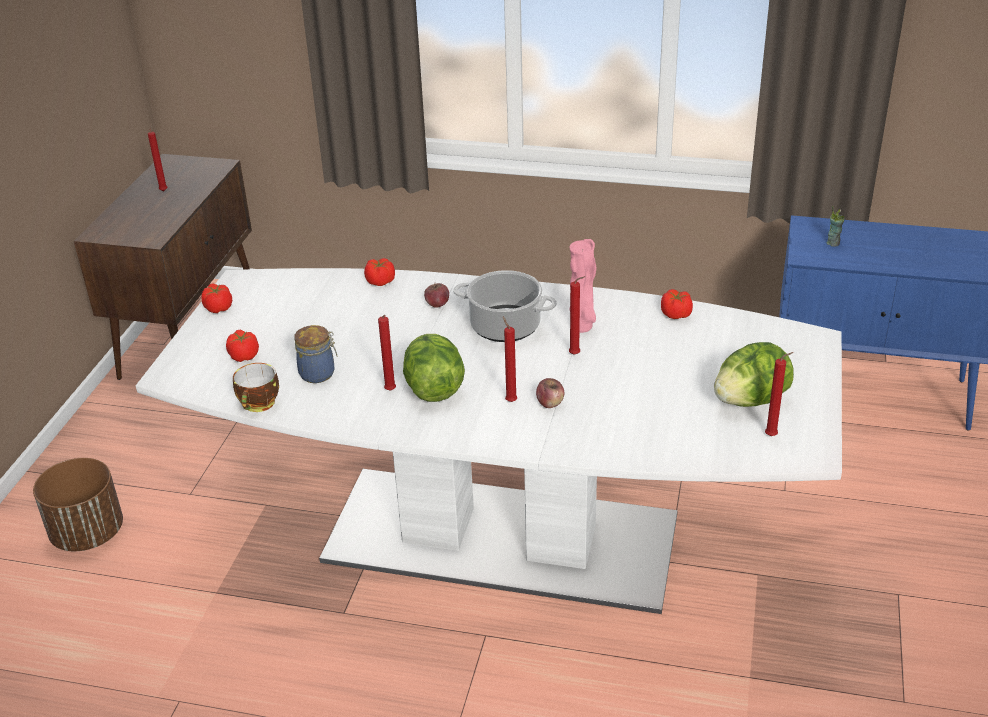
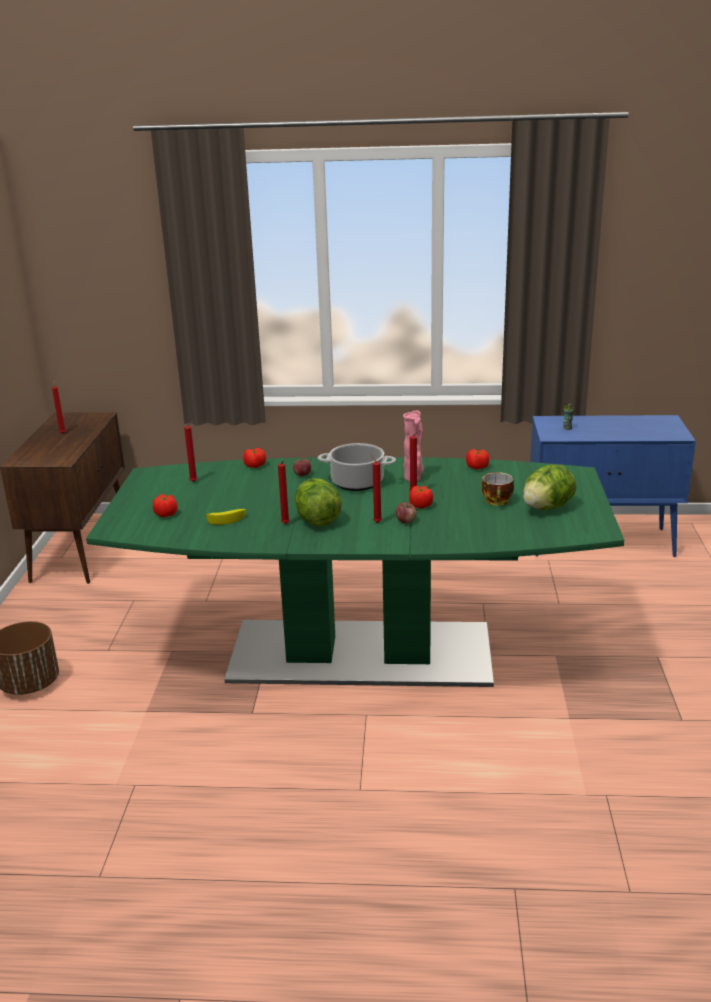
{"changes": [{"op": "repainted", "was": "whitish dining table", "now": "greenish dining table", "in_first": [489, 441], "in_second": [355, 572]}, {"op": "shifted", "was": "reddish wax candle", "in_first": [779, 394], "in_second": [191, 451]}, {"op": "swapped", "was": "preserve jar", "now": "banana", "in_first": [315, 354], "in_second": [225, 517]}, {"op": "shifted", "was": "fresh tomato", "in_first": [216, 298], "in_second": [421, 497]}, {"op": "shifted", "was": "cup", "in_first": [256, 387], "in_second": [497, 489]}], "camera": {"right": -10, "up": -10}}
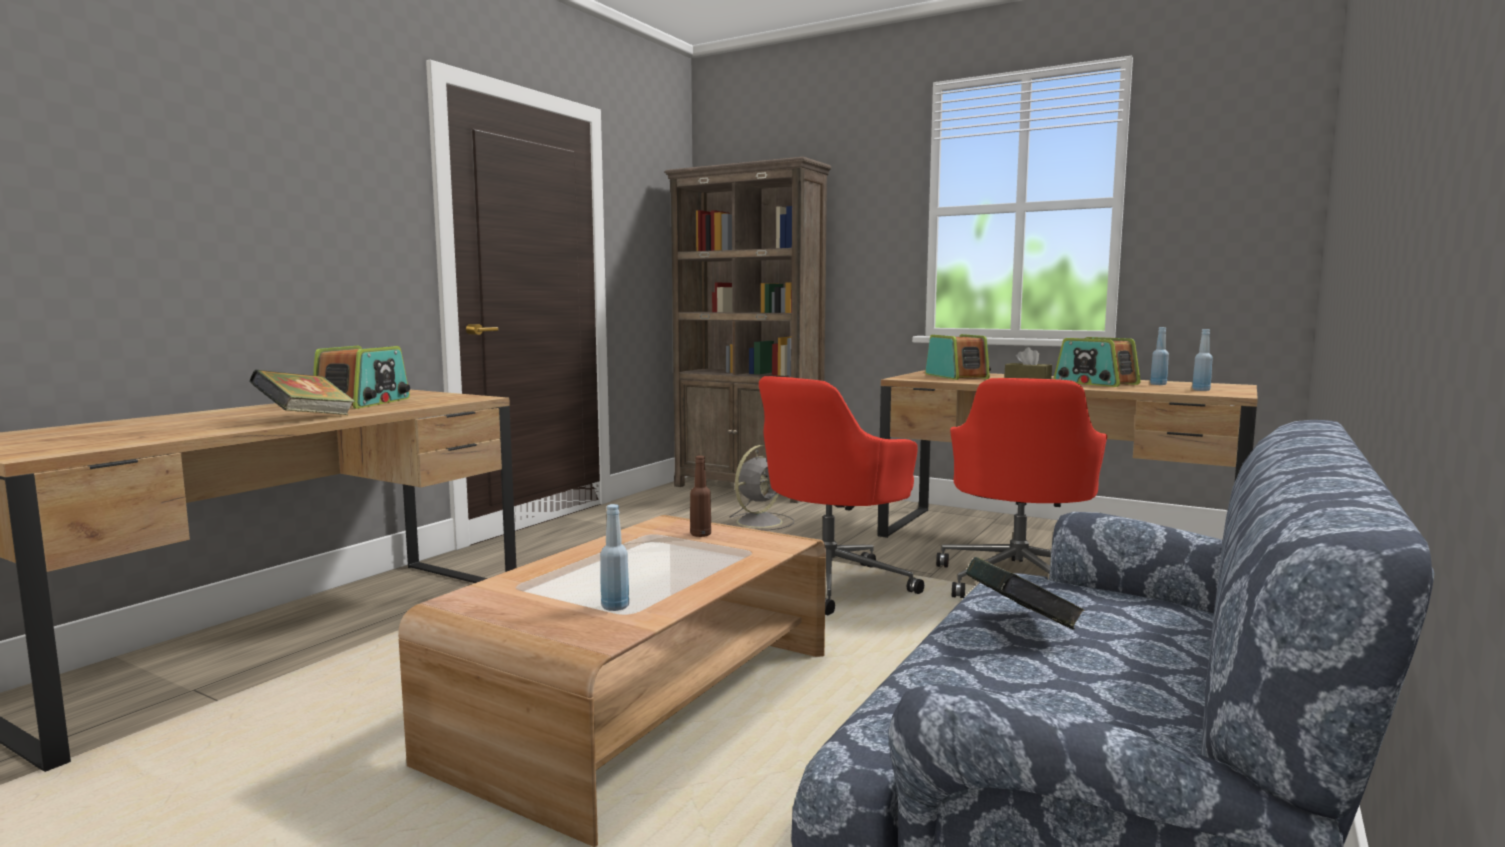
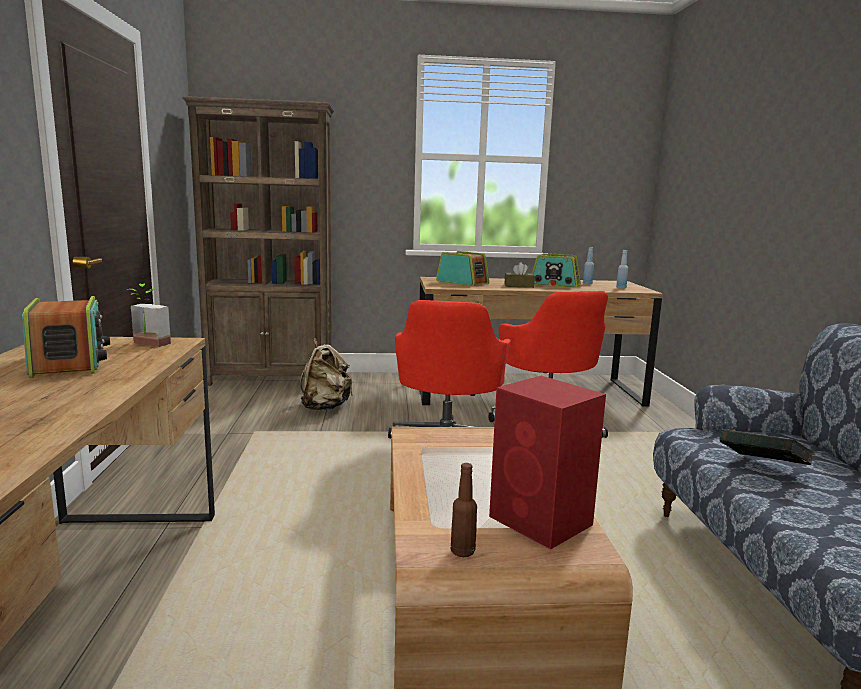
{"changes": [{"op": "new", "now": "houseplant", "in_second": [149, 315]}, {"op": "swapped", "was": "gray fan", "now": "beige rucksack", "in_first": [760, 487], "in_second": [326, 374]}, {"op": "shifted", "was": "brown bottle", "in_first": [700, 496], "in_second": [464, 510]}, {"op": "swapped", "was": "blue bottle", "now": "reddish speaker", "in_first": [614, 557], "in_second": [547, 462]}, {"op": "gone", "was": "book", "in_first": [302, 392]}], "camera": {"right": -35, "up": 5}}
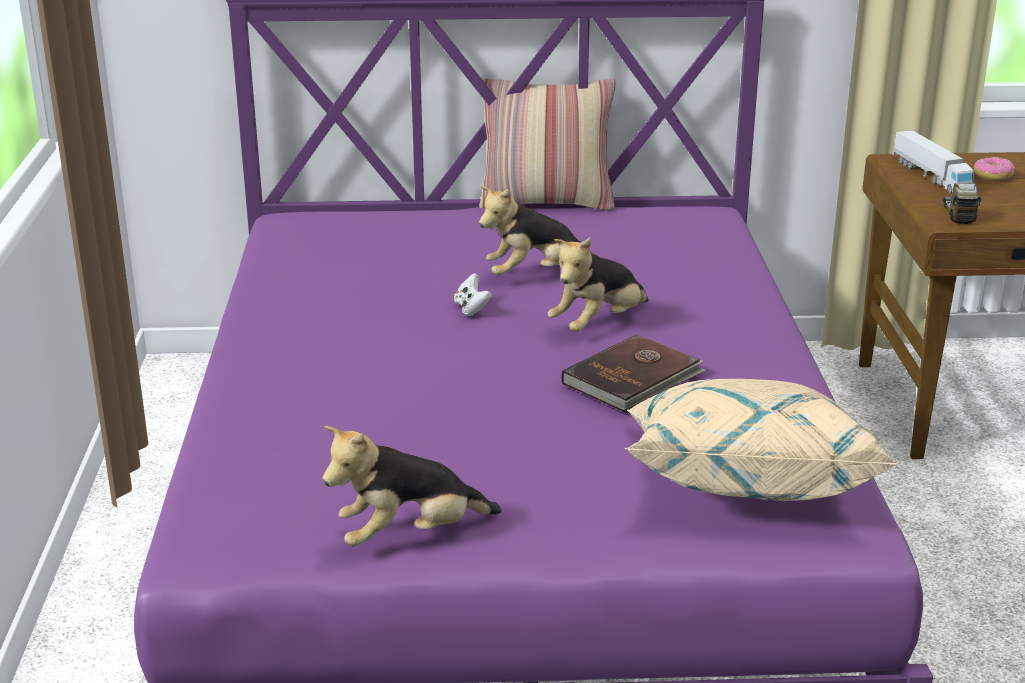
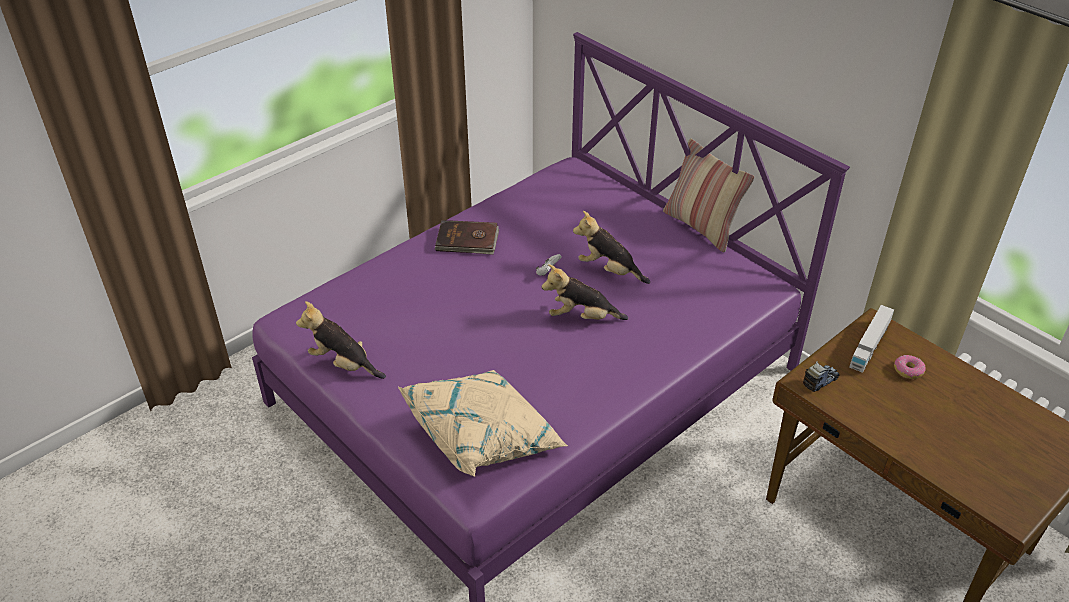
{"changes": [{"op": "shifted", "was": "brown book", "in_first": [633, 373], "in_second": [466, 237]}], "camera": {"right": 50, "up": 15}}
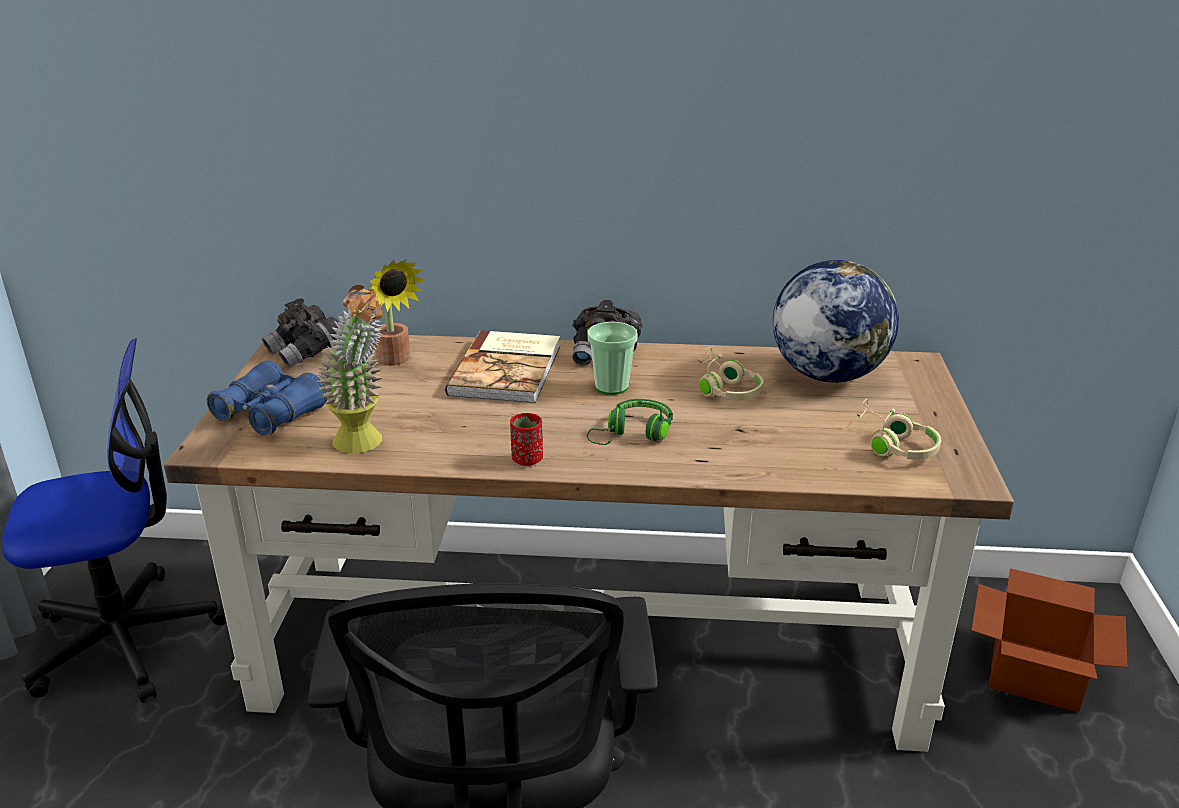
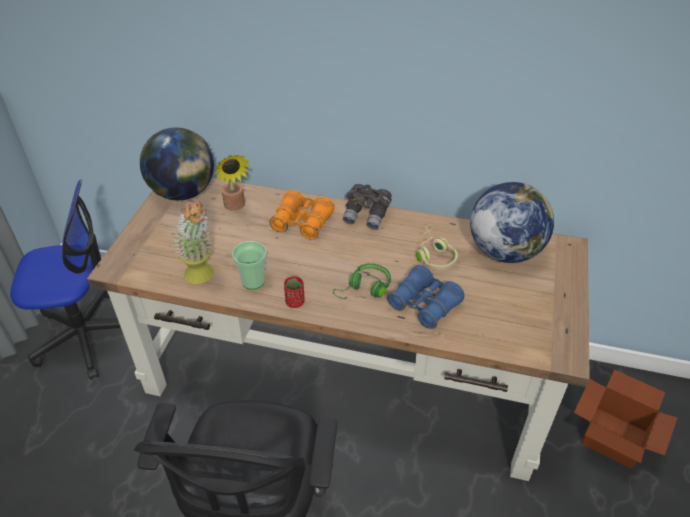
{"changes": [{"op": "swapped", "was": "gray pair of binoculars", "now": "globe", "in_first": [301, 333], "in_second": [177, 163]}, {"op": "shifted", "was": "cup", "in_first": [612, 358], "in_second": [249, 265]}, {"op": "swapped", "was": "book", "now": "orange pair of binoculars", "in_first": [502, 367], "in_second": [301, 215]}, {"op": "shifted", "was": "blue pair of binoculars", "in_first": [267, 398], "in_second": [426, 297]}, {"op": "gone", "was": "beige headphones", "in_first": [899, 429]}], "camera": {"right": 10, "up": 15}}
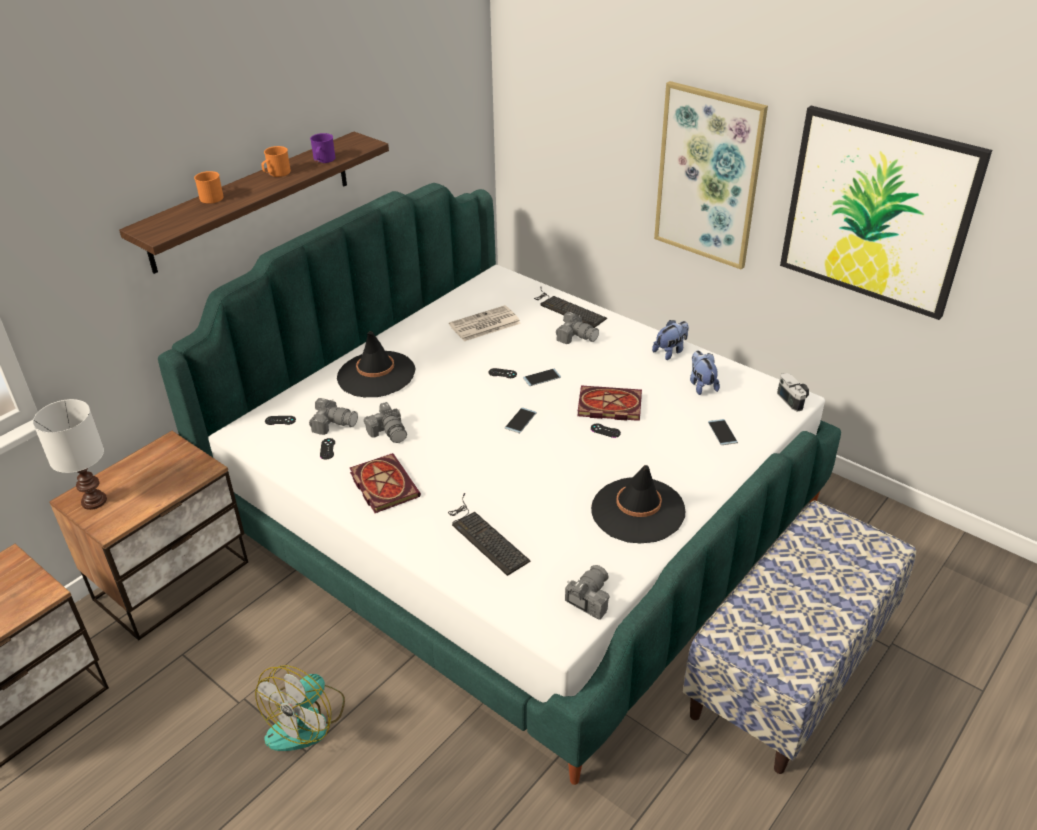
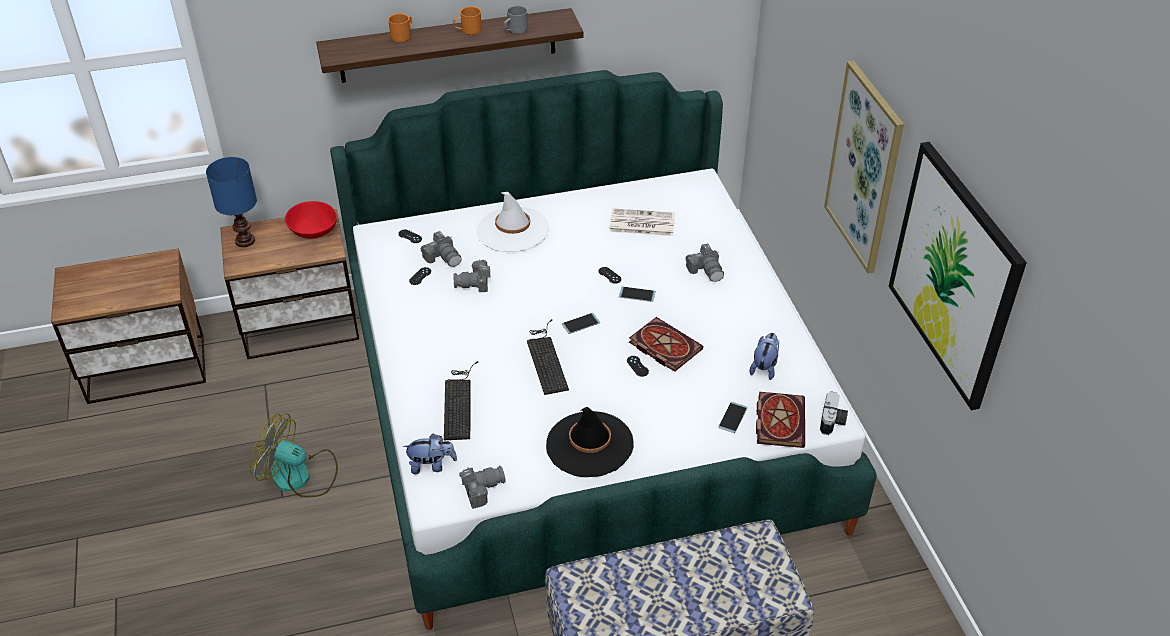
{"changes": [{"op": "repainted", "was": "whitish tabletop lamp", "now": "blue tabletop lamp", "in_first": [70, 454], "in_second": [231, 202]}, {"op": "rotated", "was": "fan", "in_first": [300, 708], "in_second": [294, 455], "clockwise": 45}, {"op": "new", "now": "reddish bowl", "in_second": [311, 220]}, {"op": "shifted", "was": "soft toy", "in_first": [670, 340], "in_second": [430, 453]}, {"op": "rotated", "was": "photo camera", "in_first": [385, 422], "in_second": [471, 275], "clockwise": 75}, {"op": "repainted", "was": "black wearable hat", "now": "whitish wearable hat", "in_first": [376, 364], "in_second": [512, 222]}, {"op": "repainted", "was": "purplish tea mug", "now": "gray tea mug", "in_first": [322, 148], "in_second": [516, 19]}, {"op": "shifted", "was": "keyboard", "in_first": [570, 307], "in_second": [548, 357]}, {"op": "shifted", "was": "book", "in_first": [385, 483], "in_second": [780, 420]}], "camera": {"right": 35, "up": 5}}
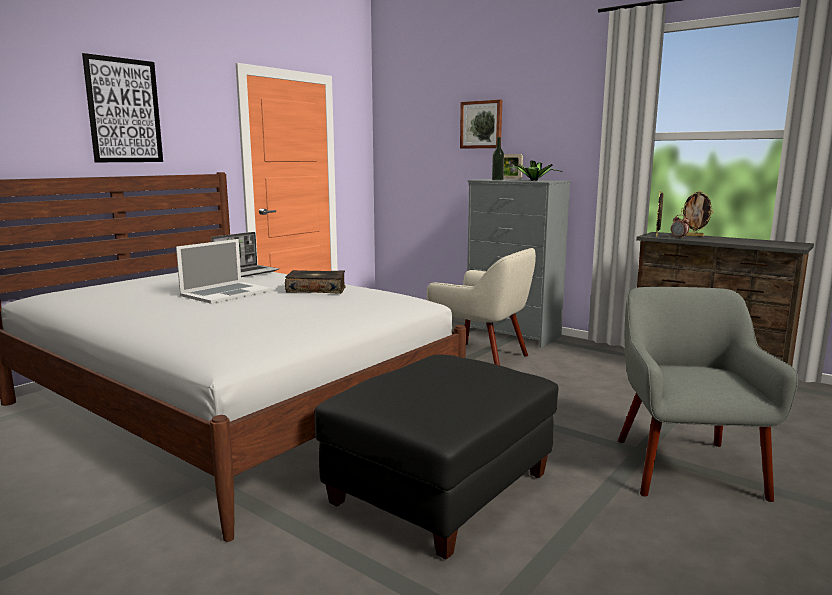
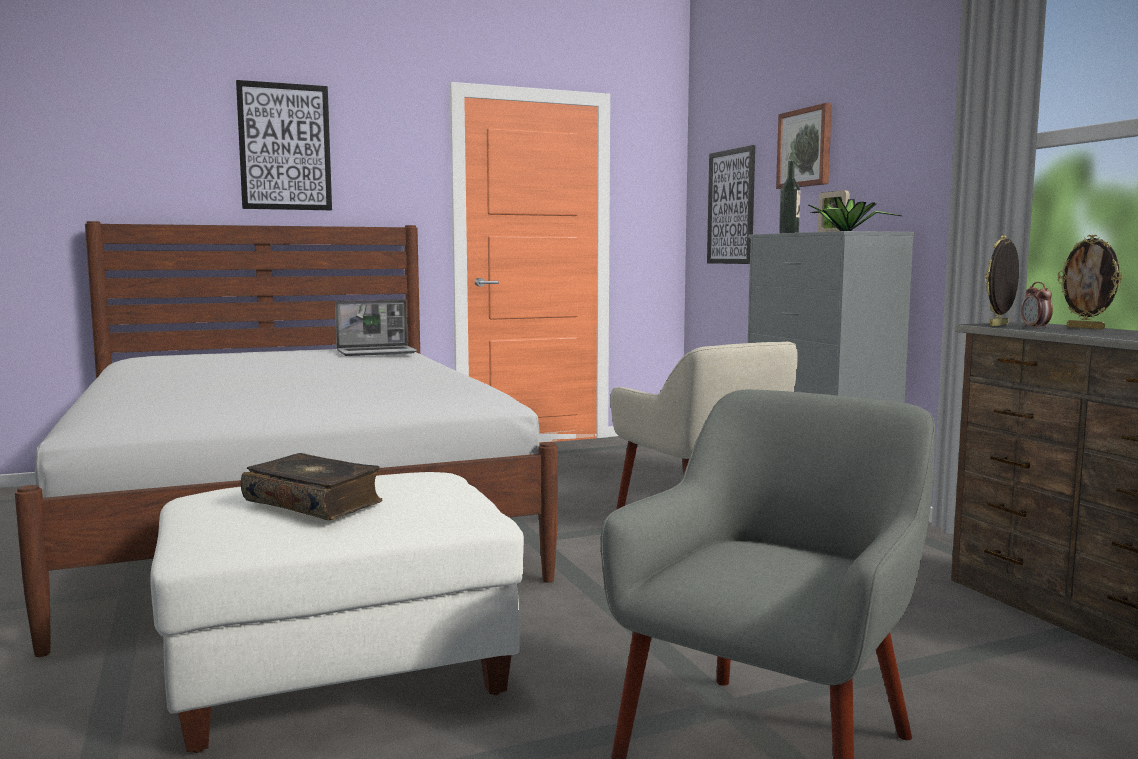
{"changes": [{"op": "repainted", "was": "black pouffe", "now": "whitish pouffe", "in_first": [437, 457], "in_second": [337, 612]}, {"op": "shifted", "was": "book", "in_first": [315, 282], "in_second": [312, 486]}, {"op": "new", "now": "wall picture", "in_second": [731, 204]}, {"op": "gone", "was": "notebook computer", "in_first": [224, 271]}], "camera": {"right": 30, "up": -5}}
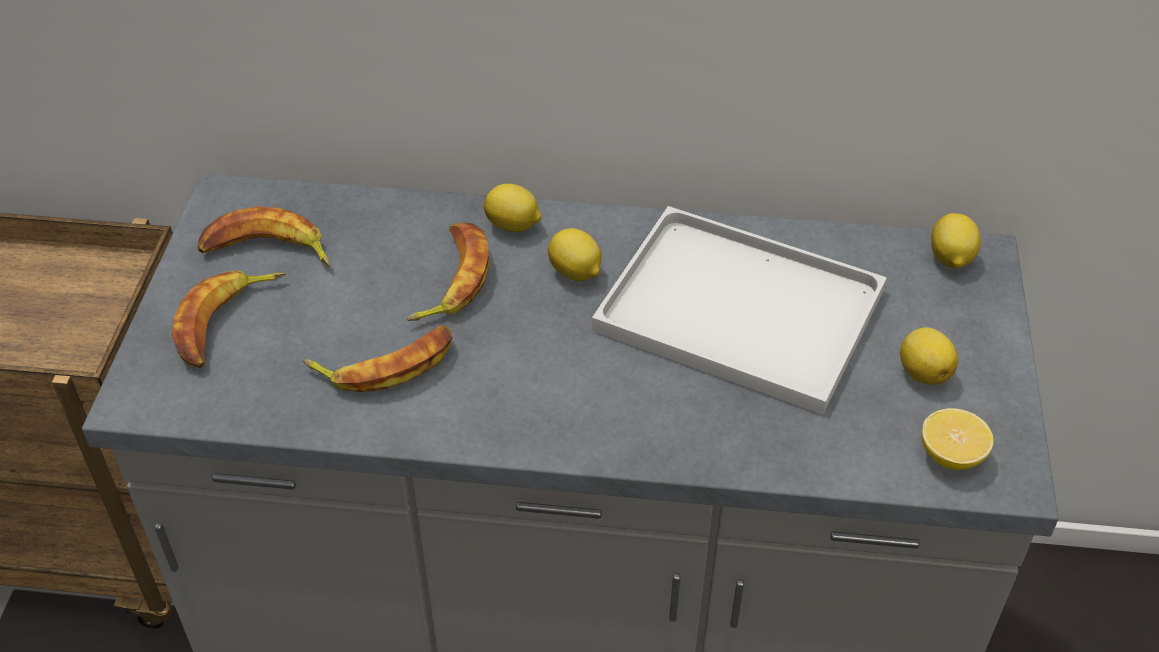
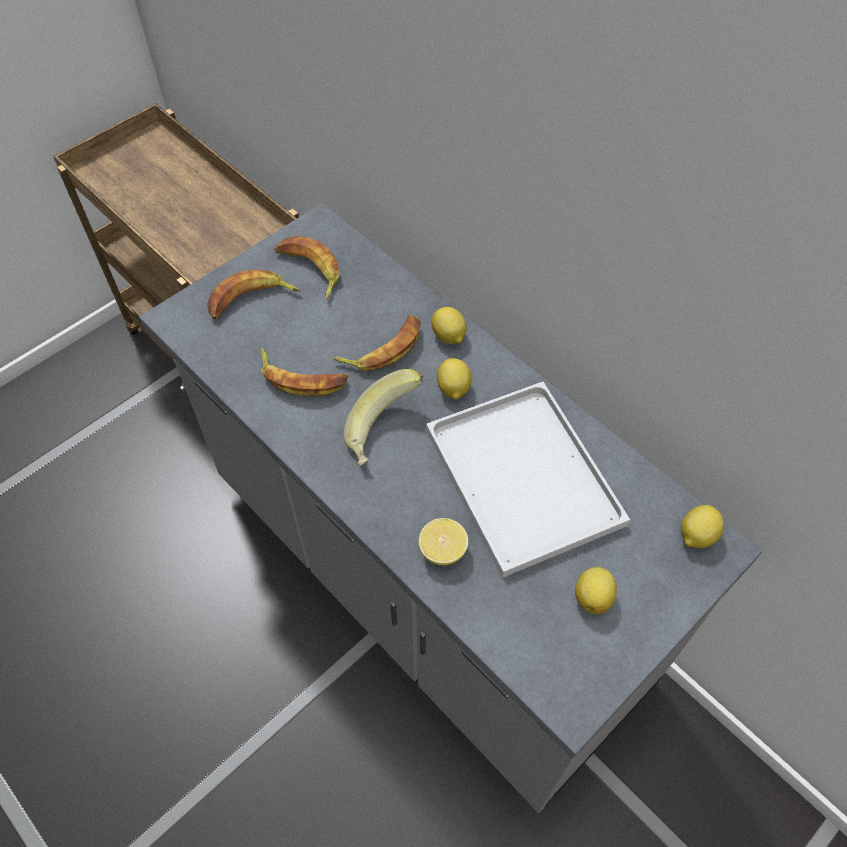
{"changes": [{"op": "new", "now": "banana", "in_second": [383, 417]}, {"op": "shifted", "was": "citrus fruit", "in_first": [957, 439], "in_second": [443, 541]}], "camera": {"right": 40, "up": 10}}
